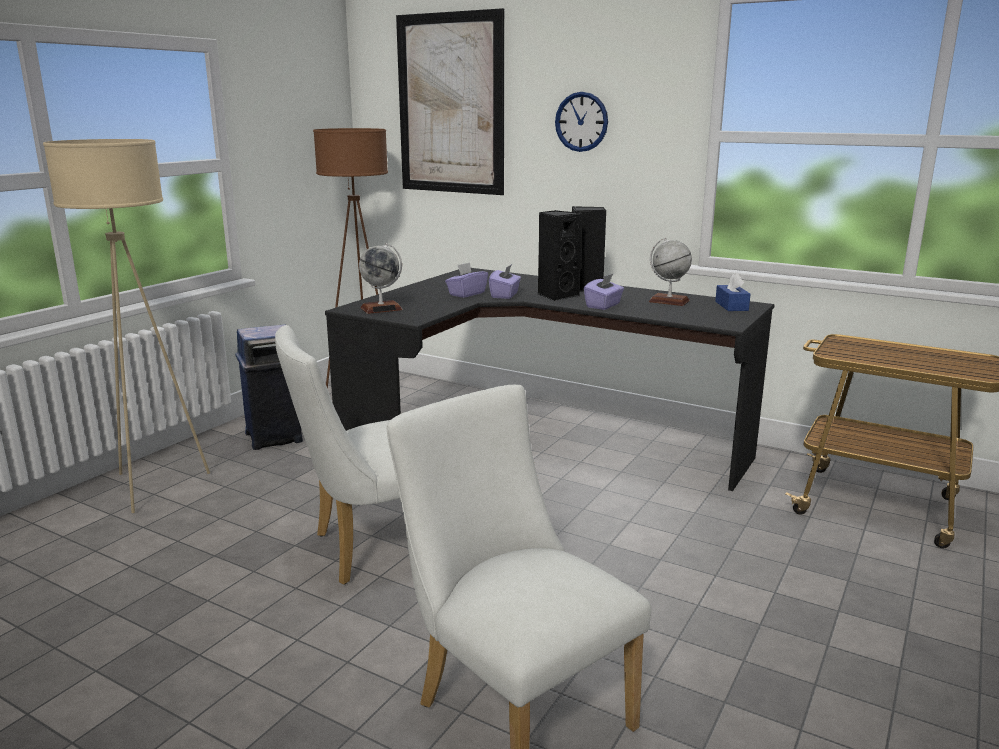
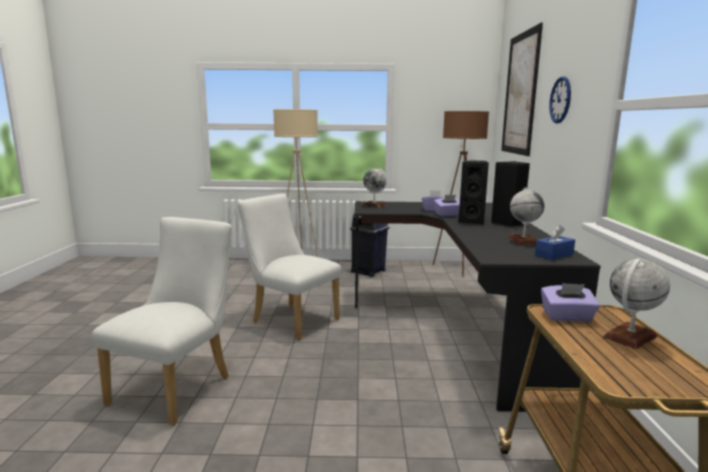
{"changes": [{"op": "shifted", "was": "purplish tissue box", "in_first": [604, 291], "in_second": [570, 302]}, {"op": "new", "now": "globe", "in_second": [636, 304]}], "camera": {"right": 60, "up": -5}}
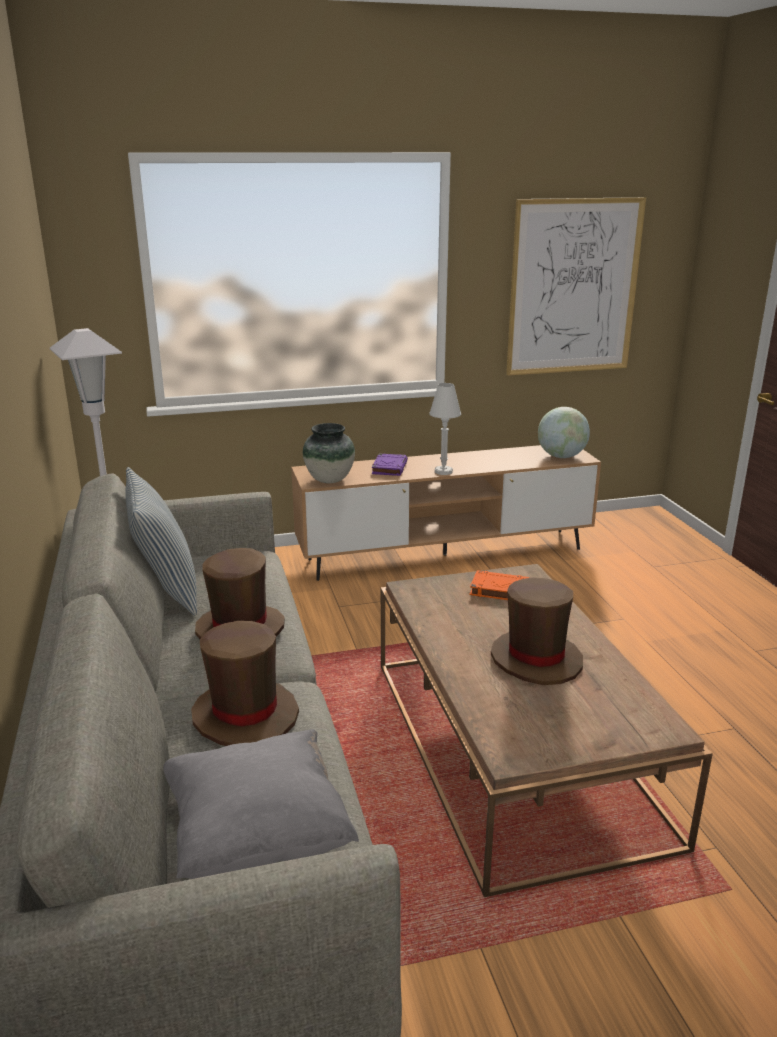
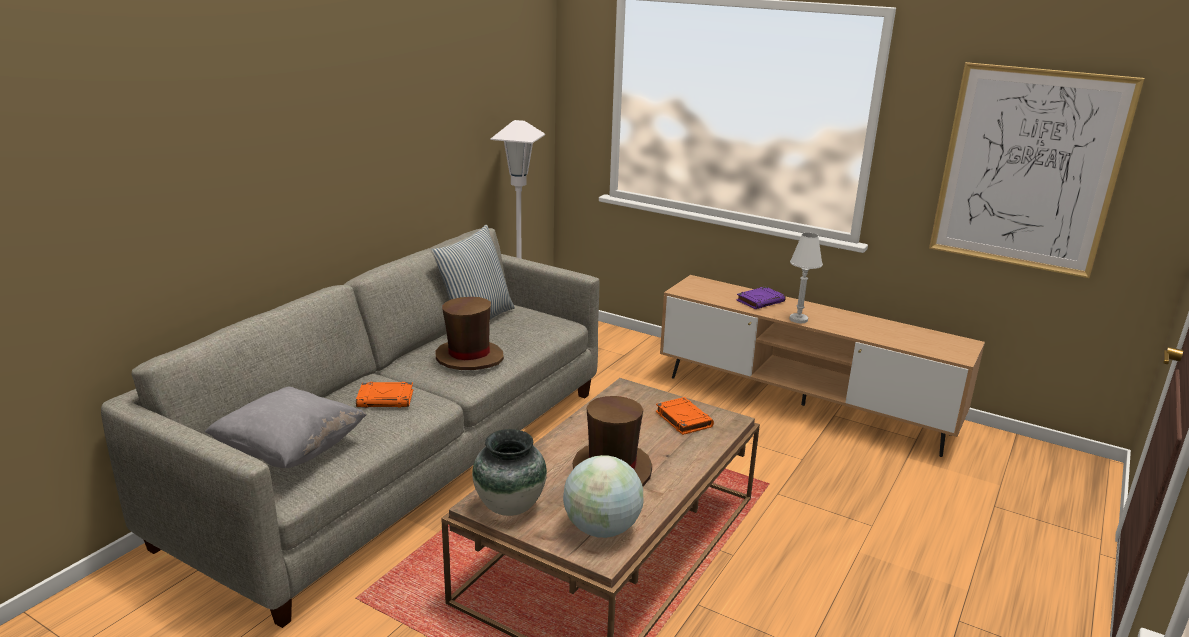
{"changes": [{"op": "swapped", "was": "brown wearable hat", "now": "orange book", "in_first": [245, 683], "in_second": [384, 395]}, {"op": "shifted", "was": "vase", "in_first": [329, 453], "in_second": [509, 472]}, {"op": "shifted", "was": "globe", "in_first": [564, 432], "in_second": [603, 496]}], "camera": {"right": 45, "up": 0}}
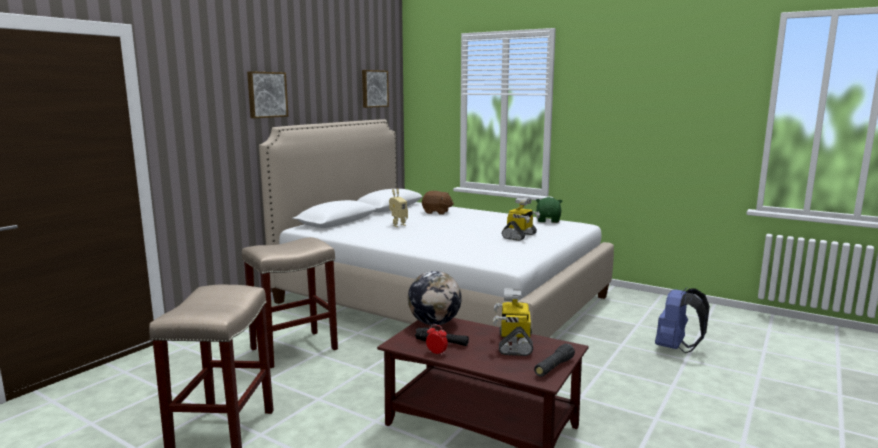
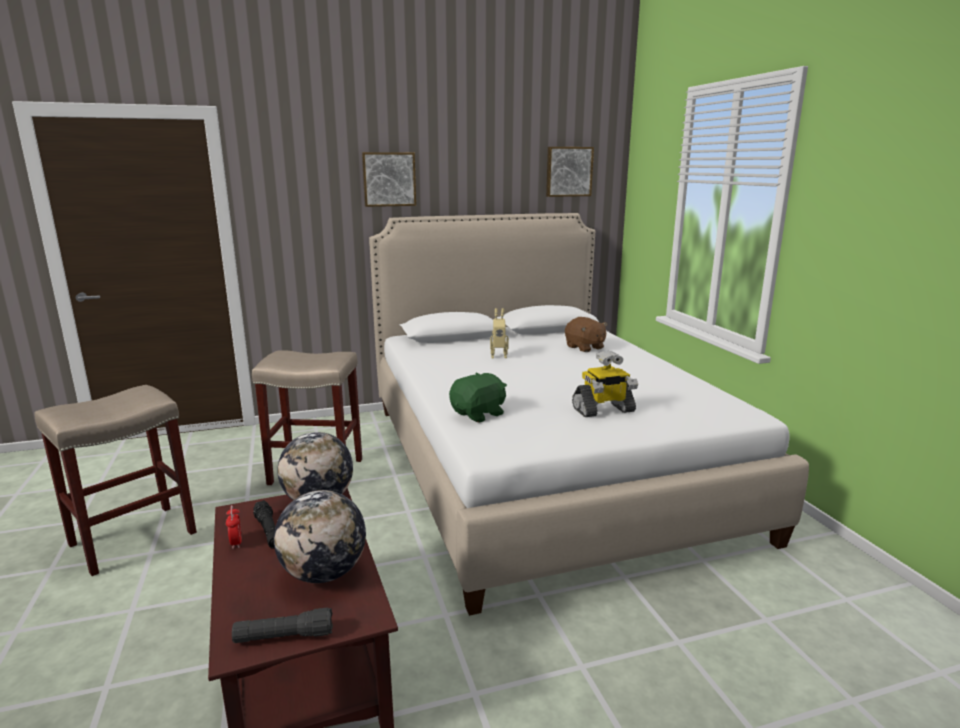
{"changes": [{"op": "swapped", "was": "toy robot", "now": "globe", "in_first": [513, 322], "in_second": [320, 536]}, {"op": "shifted", "was": "greenish soft toy", "in_first": [549, 210], "in_second": [478, 397]}, {"op": "gone", "was": "blue rucksack", "in_first": [682, 320]}], "camera": {"right": 40, "up": 5}}
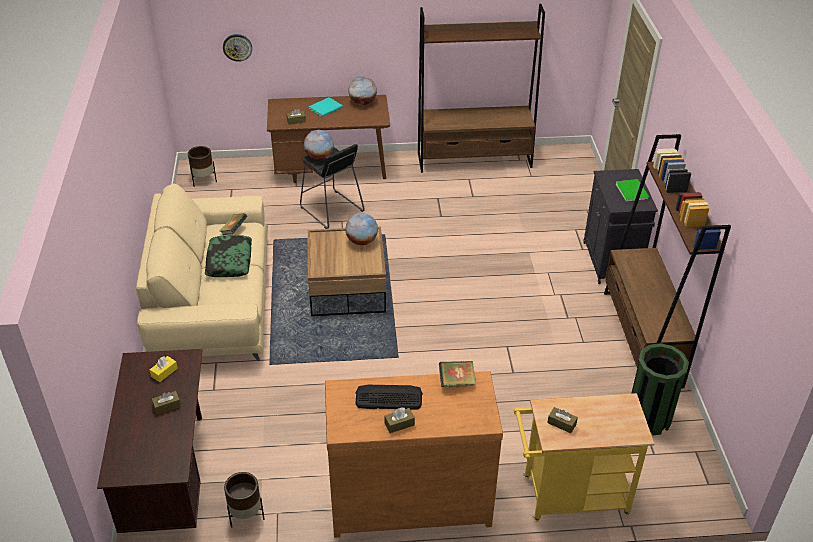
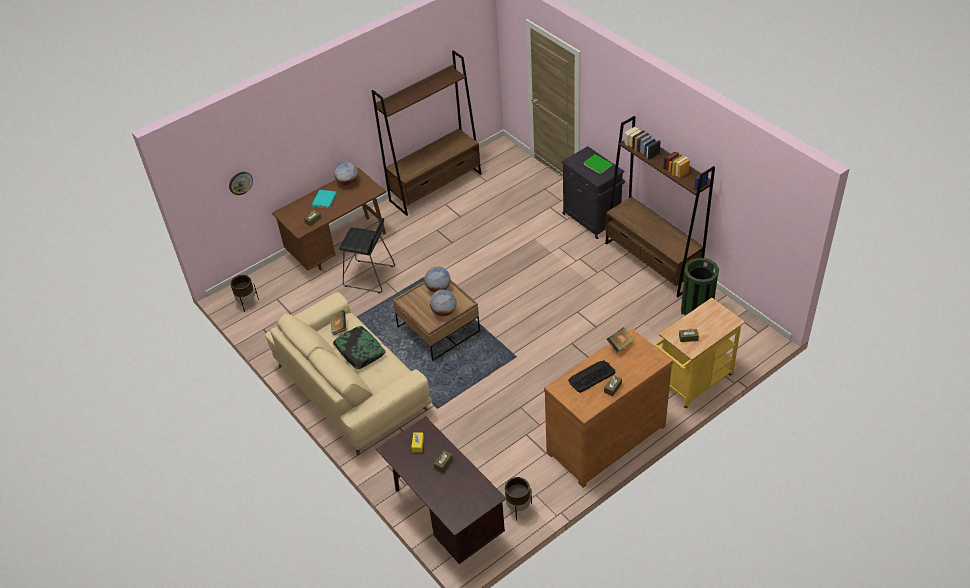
{"changes": [{"op": "shifted", "was": "globe", "in_first": [319, 145], "in_second": [443, 303]}], "camera": {"right": -30, "up": 5}}
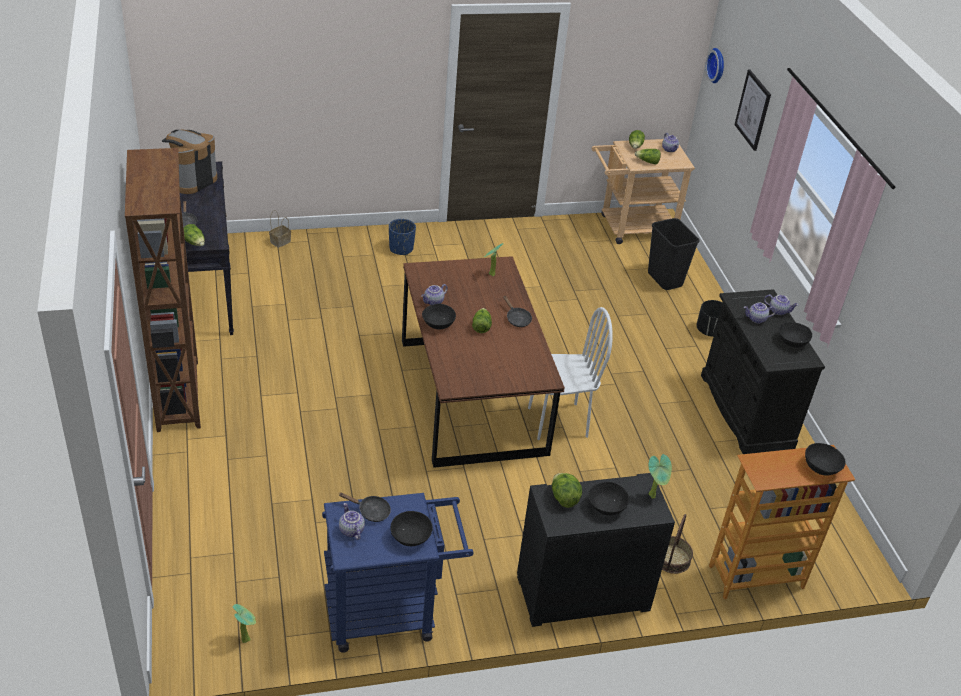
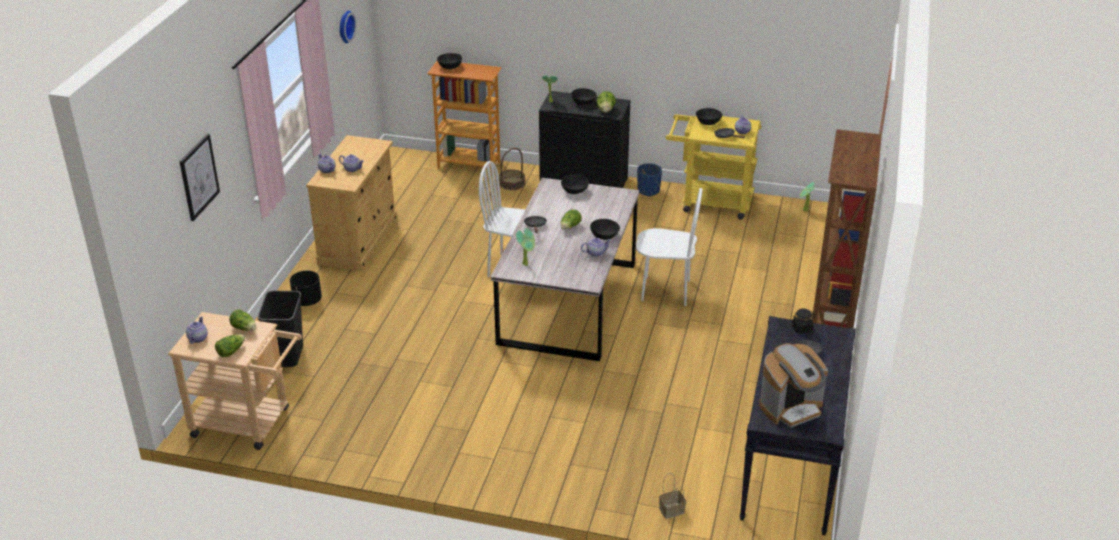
{"changes": [{"op": "repainted", "was": "black cabinet", "now": "beige cabinet", "in_first": [763, 371], "in_second": [351, 203]}, {"op": "shifted", "was": "clock on the wall", "in_first": [715, 65], "in_second": [348, 27]}, {"op": "repainted", "was": "brown dining table", "now": "gray dining table", "in_first": [483, 362], "in_second": [565, 269]}, {"op": "shifted", "was": "black bowl", "in_first": [795, 335], "in_second": [575, 184]}, {"op": "new", "now": "whitish plain chair", "in_second": [669, 247]}, {"op": "shifted", "was": "blue planter", "in_first": [402, 237], "in_second": [649, 180]}, {"op": "repainted", "was": "blue cart", "now": "yellow cart", "in_first": [398, 573], "in_second": [713, 167]}, {"op": "swapped", "was": "lettuce", "now": "black preserve jar", "in_first": [194, 235], "in_second": [803, 321]}], "camera": {"right": -150, "up": -5}}
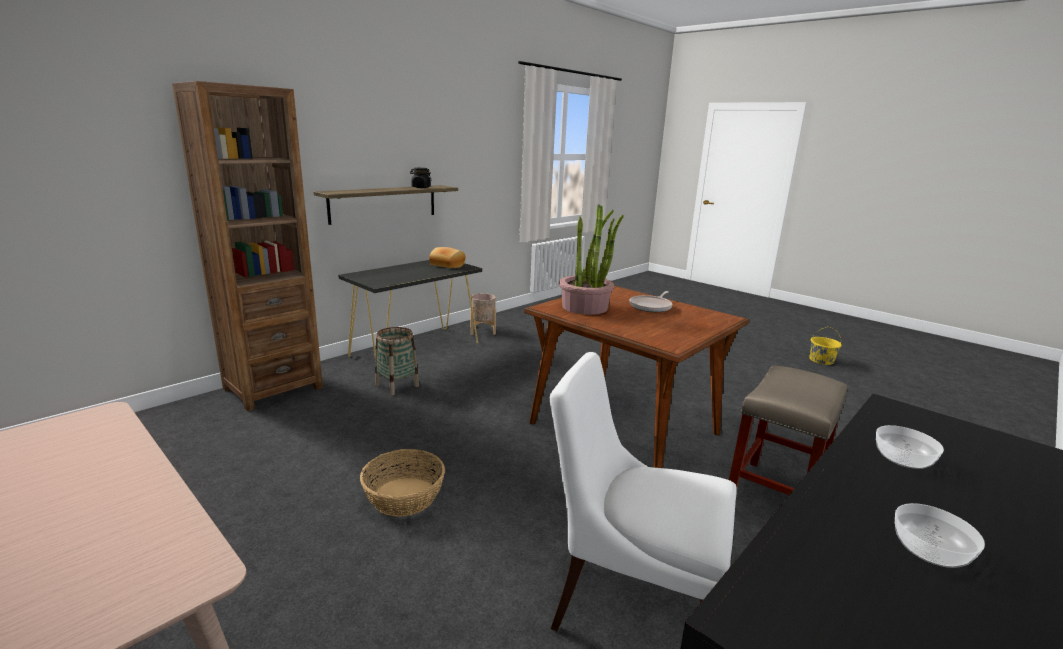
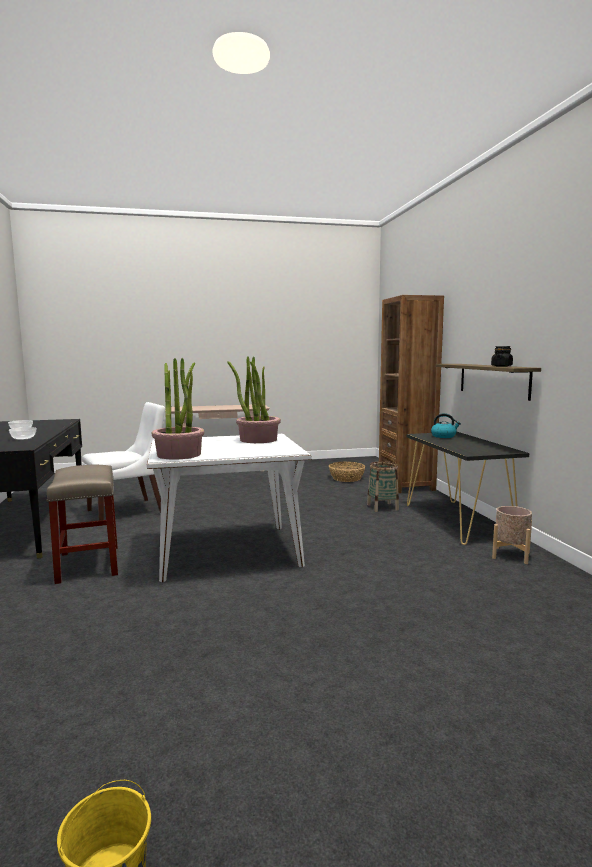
{"changes": [{"op": "repainted", "was": "brown dining table", "now": "whitish dining table", "in_first": [636, 377], "in_second": [229, 508]}, {"op": "new", "now": "houseplant", "in_second": [177, 409]}, {"op": "shifted", "was": "basket", "in_first": [402, 483], "in_second": [347, 472]}, {"op": "new", "now": "water kettle", "in_second": [446, 425]}, {"op": "gone", "was": "bread", "in_first": [447, 257]}, {"op": "gone", "was": "frying pan", "in_first": [651, 301]}], "camera": {"right": 125, "up": -10}}
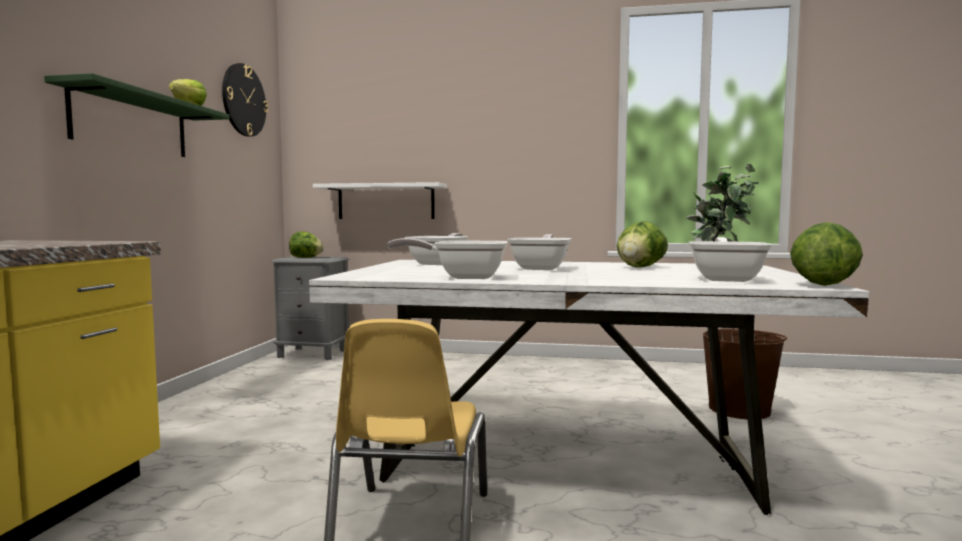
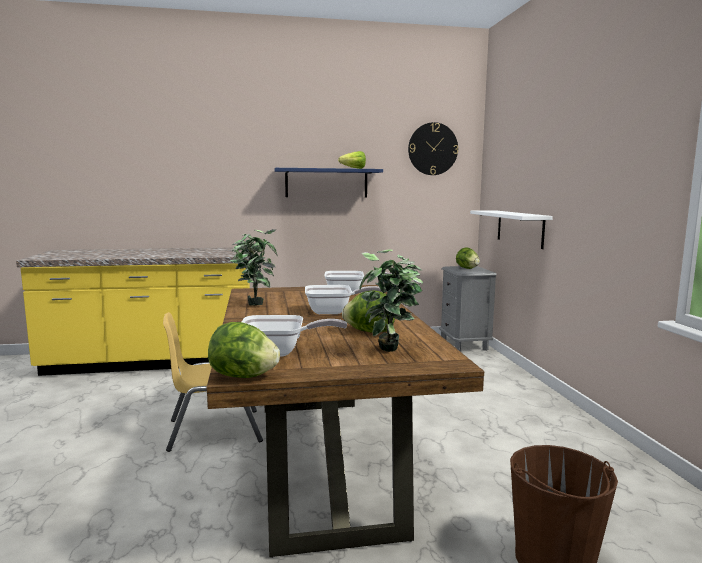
{"changes": [{"op": "repainted", "was": "whitish dining table", "now": "brown dining table", "in_first": [589, 387], "in_second": [345, 421]}, {"op": "swapped", "was": "frying pan", "now": "houseplant", "in_first": [447, 258], "in_second": [254, 267]}, {"op": "repainted", "was": "greenish shelf", "now": "blue shelf", "in_first": [137, 115], "in_second": [328, 183]}], "camera": {"right": 70, "up": 5}}
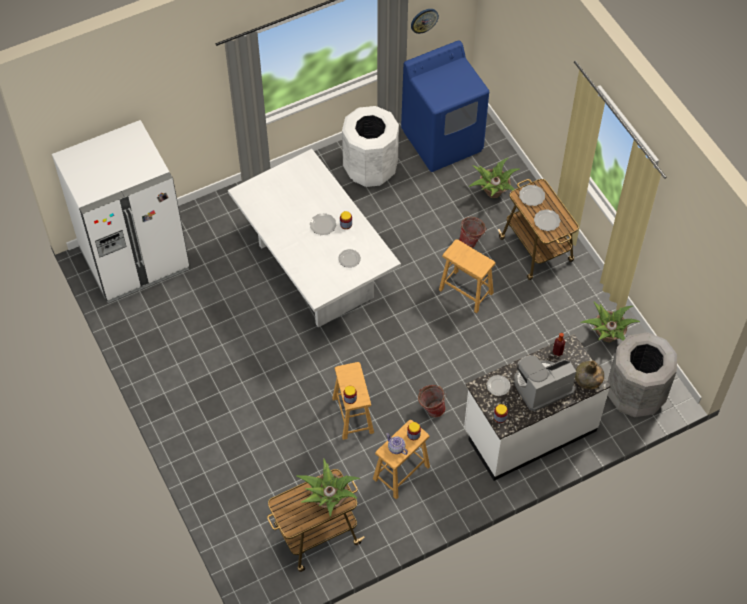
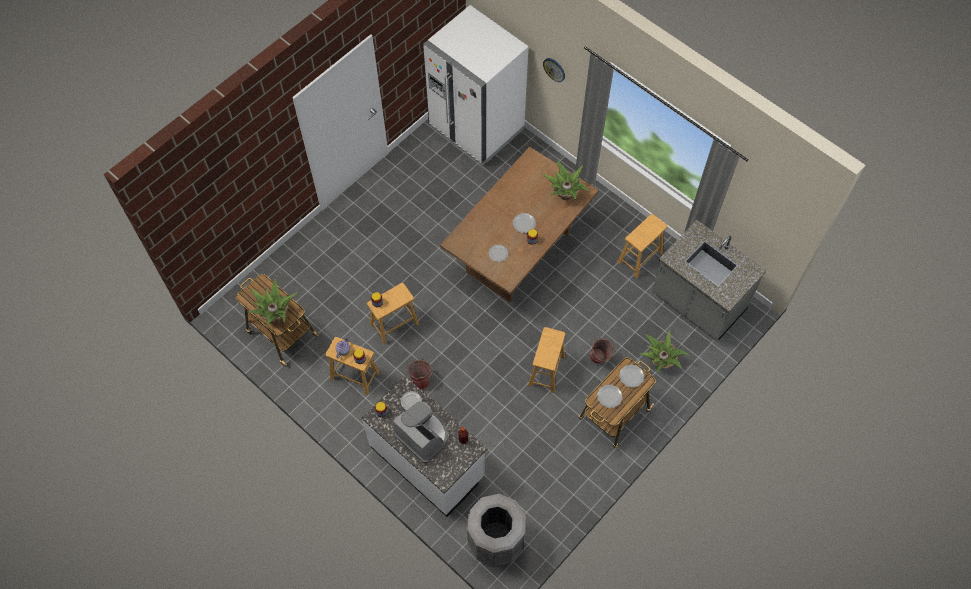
{"changes": [{"op": "repainted", "was": "whitish dining table", "now": "brown dining table", "in_first": [314, 238], "in_second": [519, 225]}, {"op": "shifted", "was": "clock on the wall", "in_first": [425, 21], "in_second": [554, 70]}, {"op": "shifted", "was": "houseplant", "in_first": [610, 322], "in_second": [566, 180]}, {"op": "swapped", "was": "whitish waste bin", "now": "brown stool", "in_first": [370, 146], "in_second": [642, 246]}, {"op": "swapped", "was": "blue laundry appliance", "now": "gray kitchen counter", "in_first": [445, 106], "in_second": [709, 280]}, {"op": "gone", "was": "greenish bottle", "in_first": [589, 375]}], "camera": {"right": 70, "up": 5}}
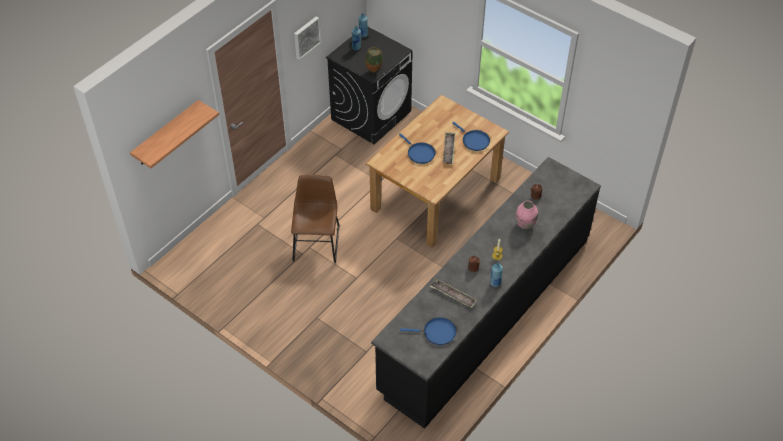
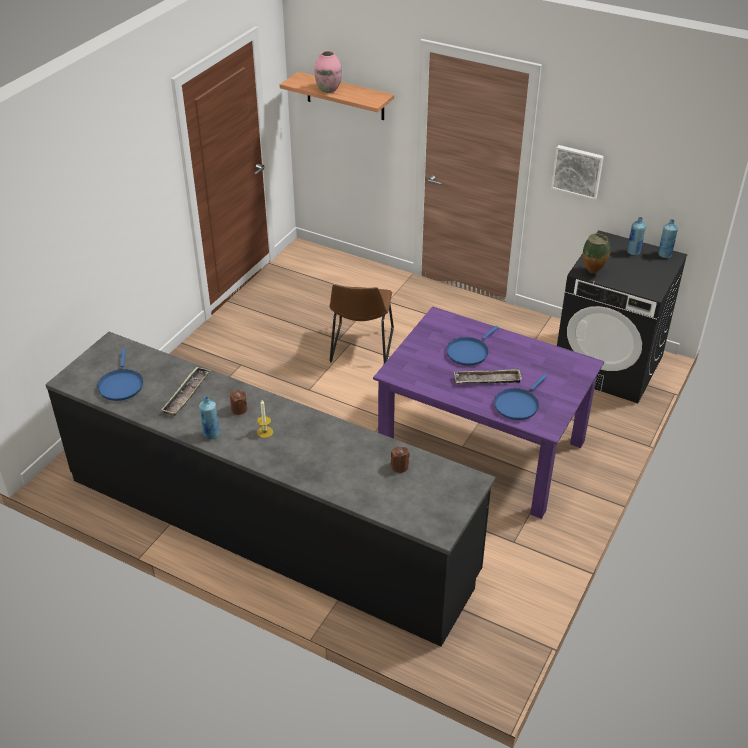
{"changes": [{"op": "shifted", "was": "pinkish vase", "in_first": [526, 215], "in_second": [328, 72]}, {"op": "rotated", "was": "brown plain chair", "in_first": [315, 219], "in_second": [361, 324], "clockwise": 105}, {"op": "repainted", "was": "brown dining table", "now": "purplish dining table", "in_first": [437, 171], "in_second": [488, 412]}], "camera": {"right": 80, "up": -10}}
